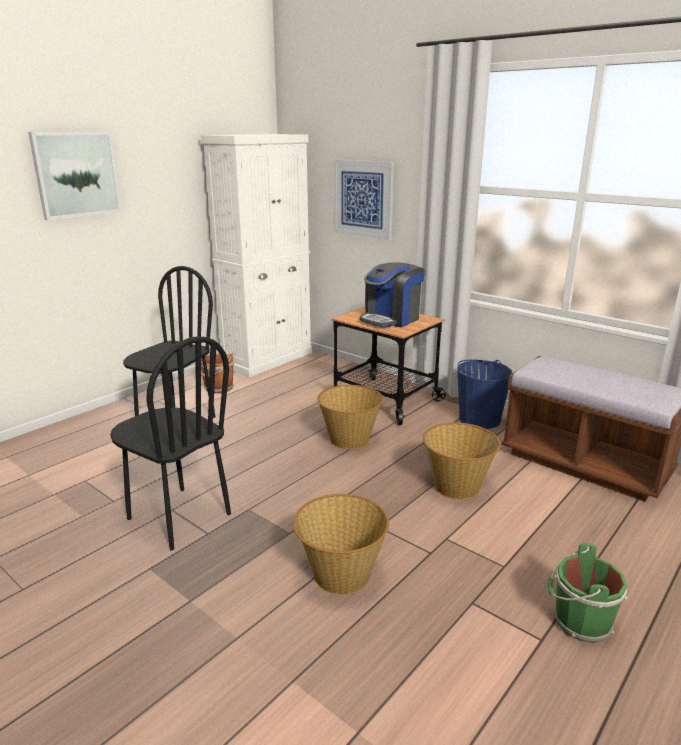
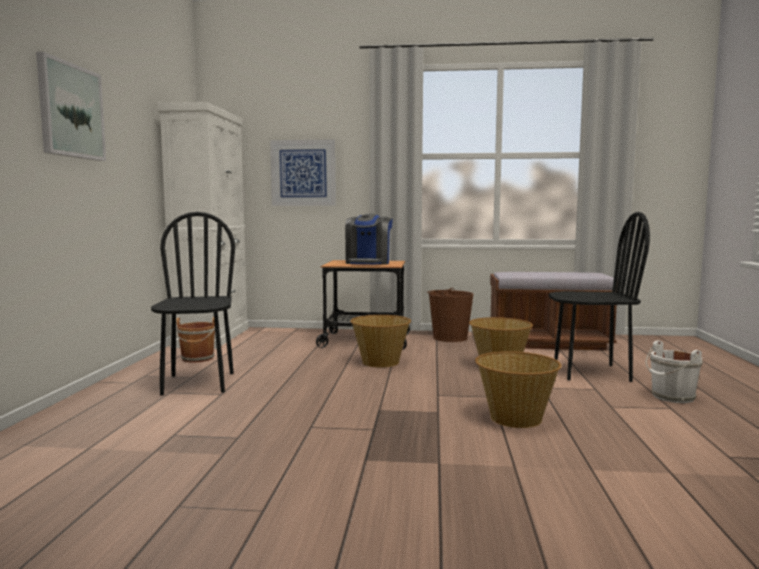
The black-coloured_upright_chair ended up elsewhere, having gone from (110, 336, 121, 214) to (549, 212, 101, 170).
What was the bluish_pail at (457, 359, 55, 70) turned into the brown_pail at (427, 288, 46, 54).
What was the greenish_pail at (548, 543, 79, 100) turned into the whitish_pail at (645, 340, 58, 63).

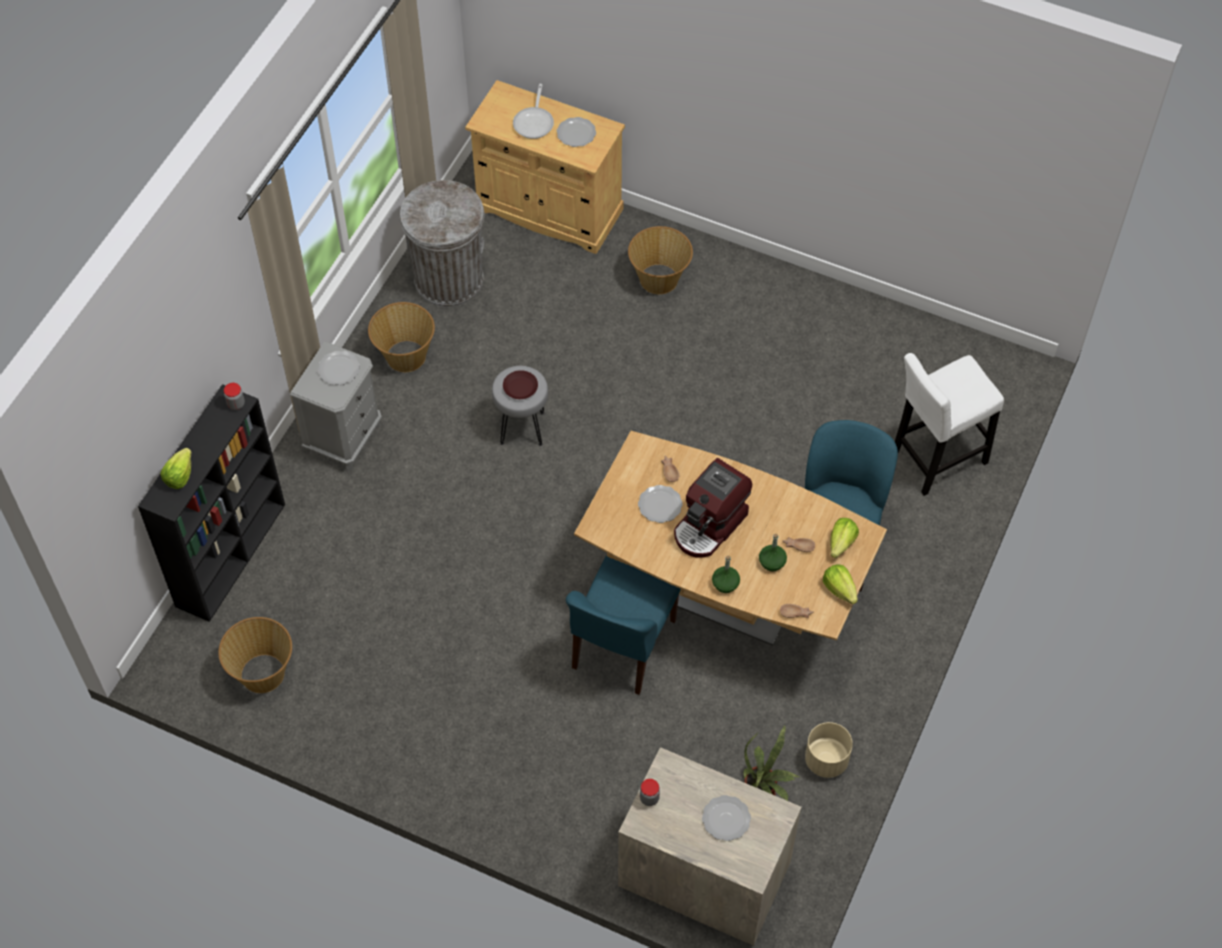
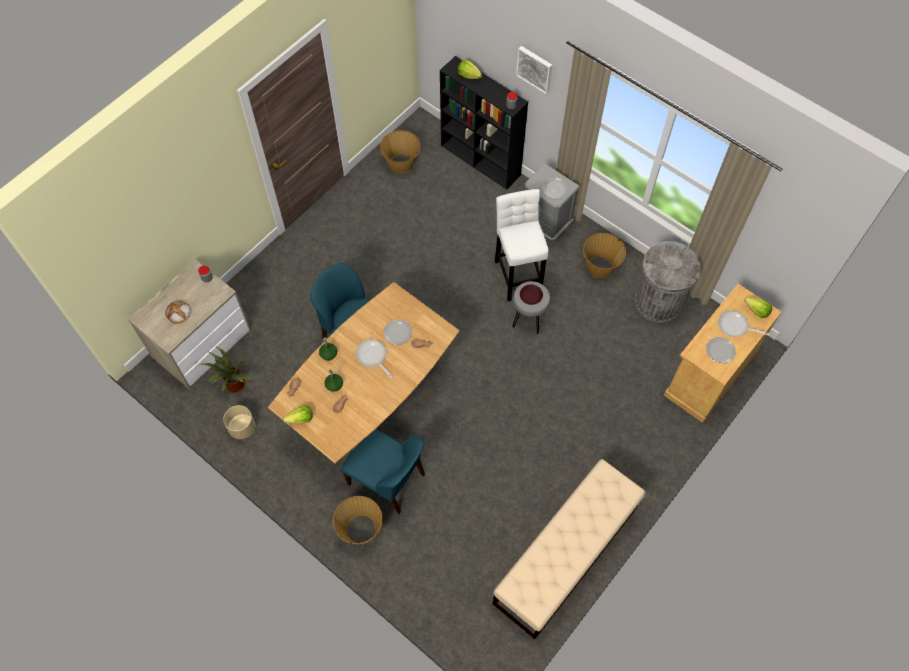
The second view gained the beige-coloured_long_seat at (493, 459, 153, 180).
The second view gained the picture at (516, 46, 36, 48).
The household_basket ended up elsewhere, having gone from (628, 226, 65, 68) to (333, 496, 50, 48).
The lettuce ended up elsewhere, having gone from (830, 518, 29, 40) to (744, 297, 28, 21).
The whitish_sitting_stool ended up elsewhere, having gone from (895, 353, 109, 143) to (495, 189, 54, 112).
Where the coffee_brewer stood at (674, 458, 78, 100), the skillet came to stand at (356, 339, 37, 39).
Where the flat_dish stood at (702, 795, 49, 46), the baked_bread came to stand at (165, 301, 26, 23).

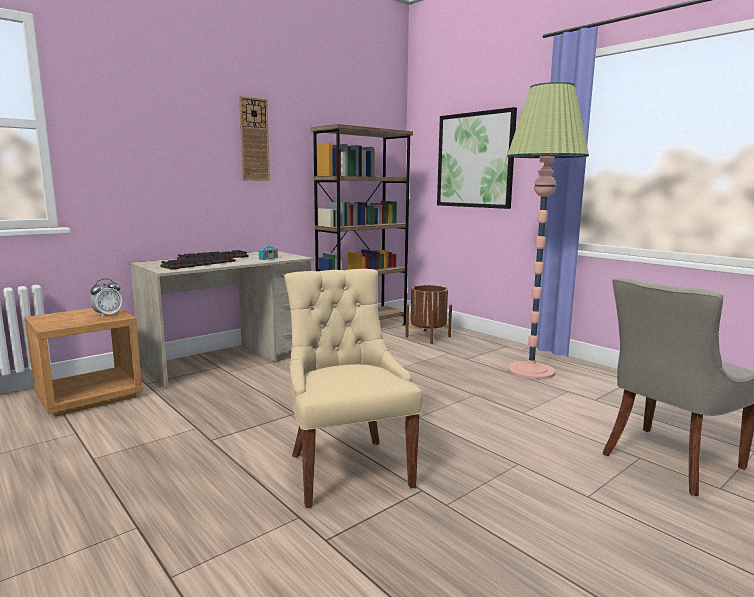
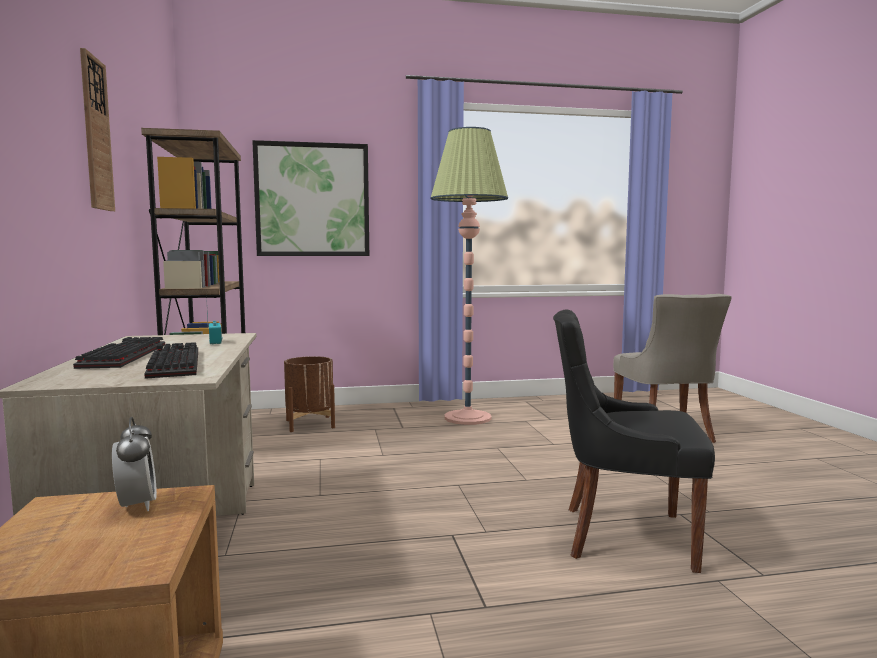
What was the beige-coloured_upright_chair at (284, 269, 138, 239) turned into the black-coloured_upright_chair at (553, 309, 162, 264).

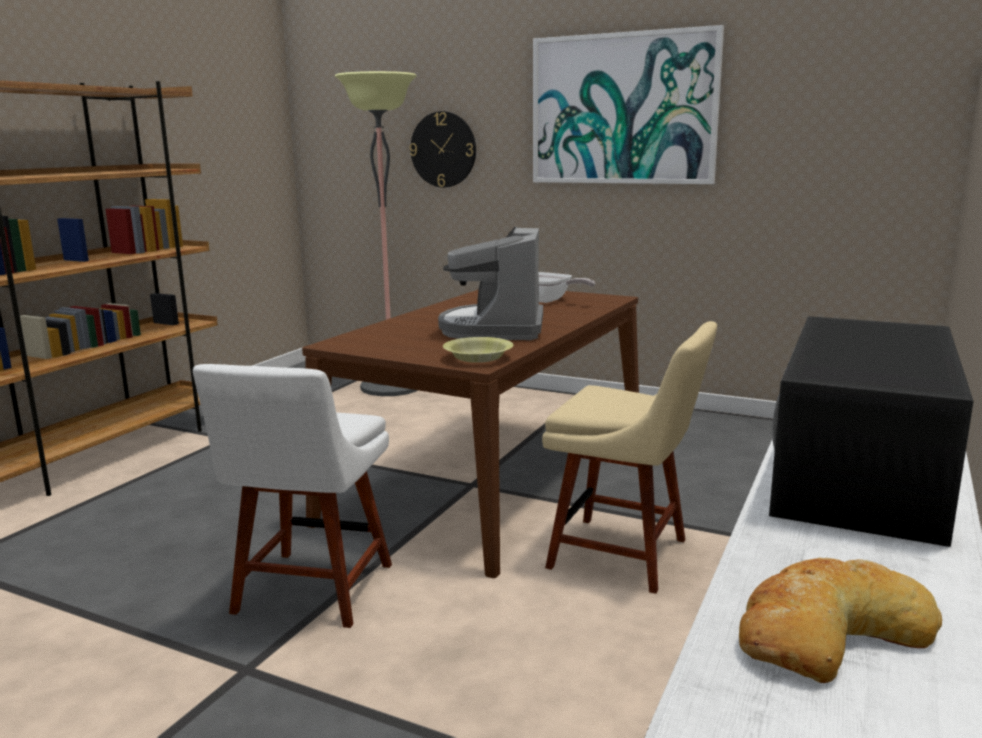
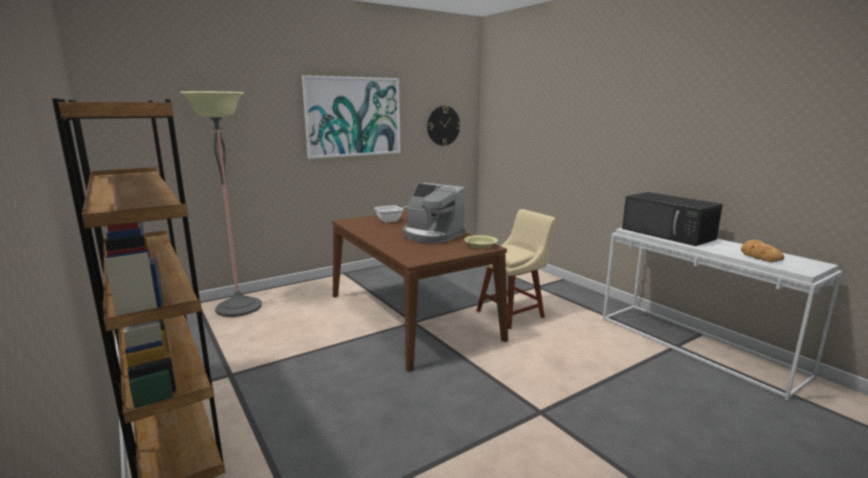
The second view lost the whitish_upright_chair at (193, 364, 199, 264).
The clock_on_the_wall ended up elsewhere, having gone from (410, 111, 66, 76) to (427, 106, 34, 40).

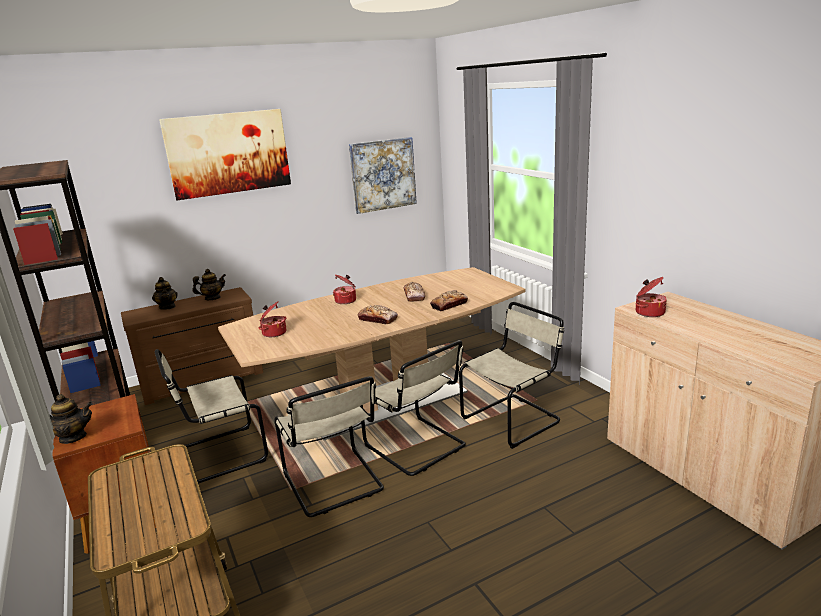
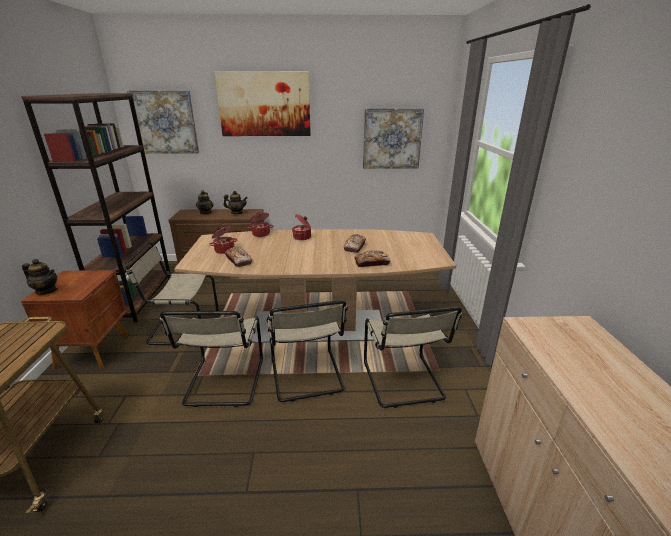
The second view gained the picture at (127, 90, 72, 64).
The baked_bread ended up elsewhere, having gone from (357, 305, 41, 19) to (225, 247, 27, 20).
The stockpot ended up elsewhere, having gone from (636, 277, 31, 40) to (248, 212, 25, 25).
The beige-coloured_upright_chair at (459, 302, 105, 147) ended up facing another way, 90 degrees clockwise from before.

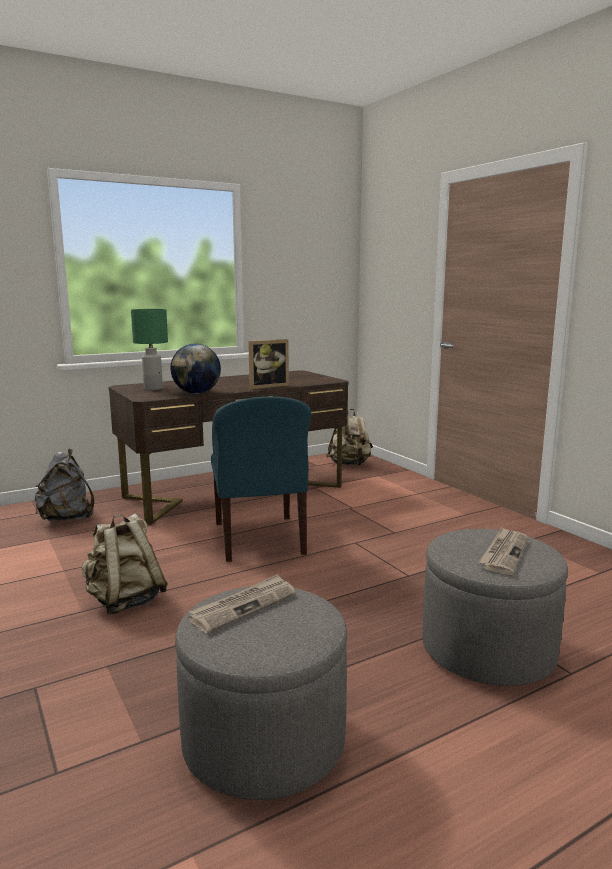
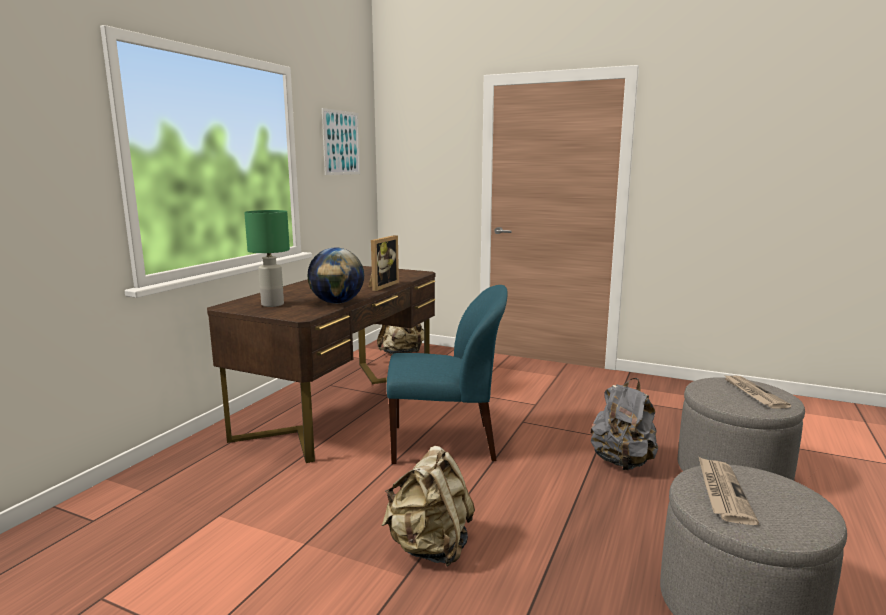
The second view gained the picture at (322, 108, 38, 67).
The greyish_rucksack ended up elsewhere, having gone from (35, 449, 59, 72) to (590, 378, 68, 92).
The bluish_upright_chair at (211, 396, 100, 166) ended up facing another way, 45 degrees counterclockwise from before.

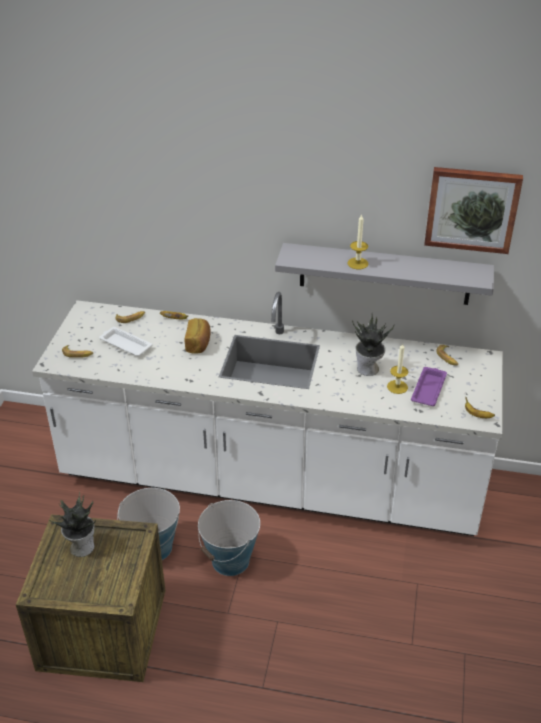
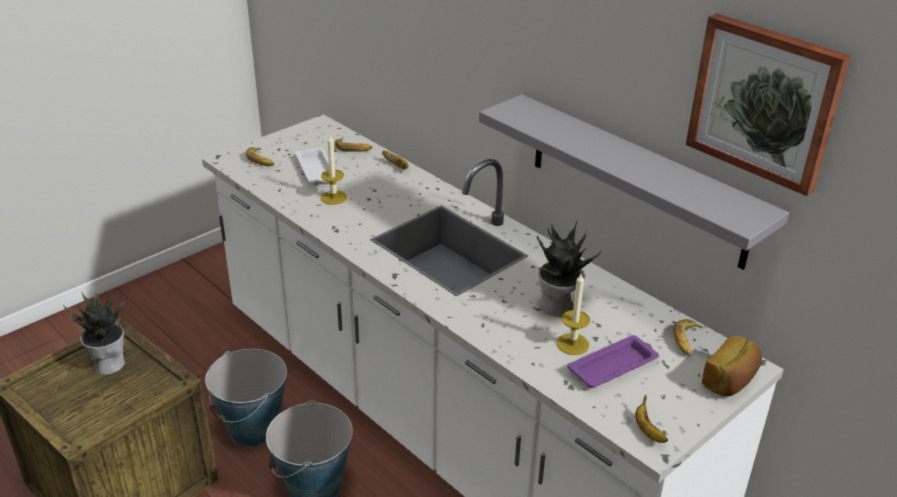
The baked_bread ended up elsewhere, having gone from (184, 318, 27, 36) to (702, 336, 60, 61).
The wax_light ended up elsewhere, having gone from (347, 214, 22, 55) to (321, 135, 26, 70).

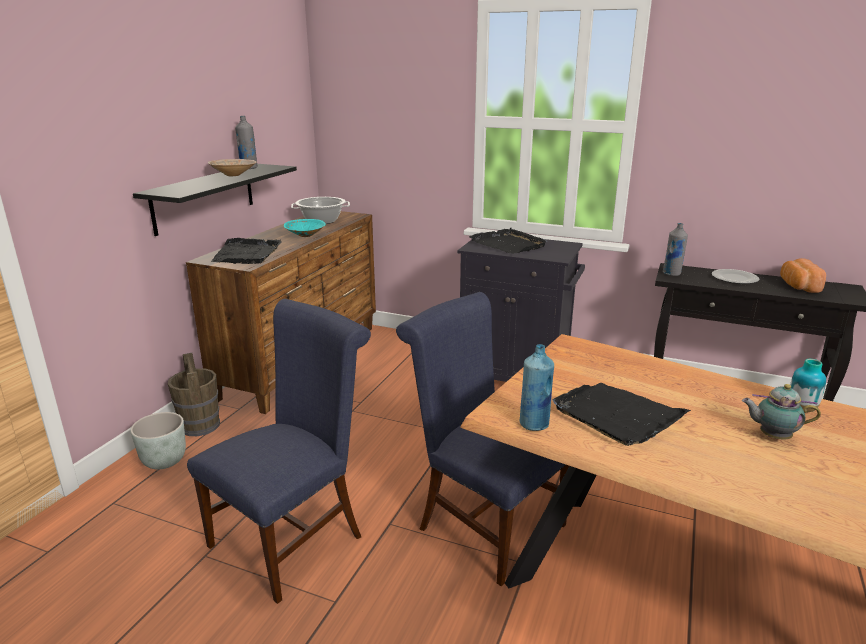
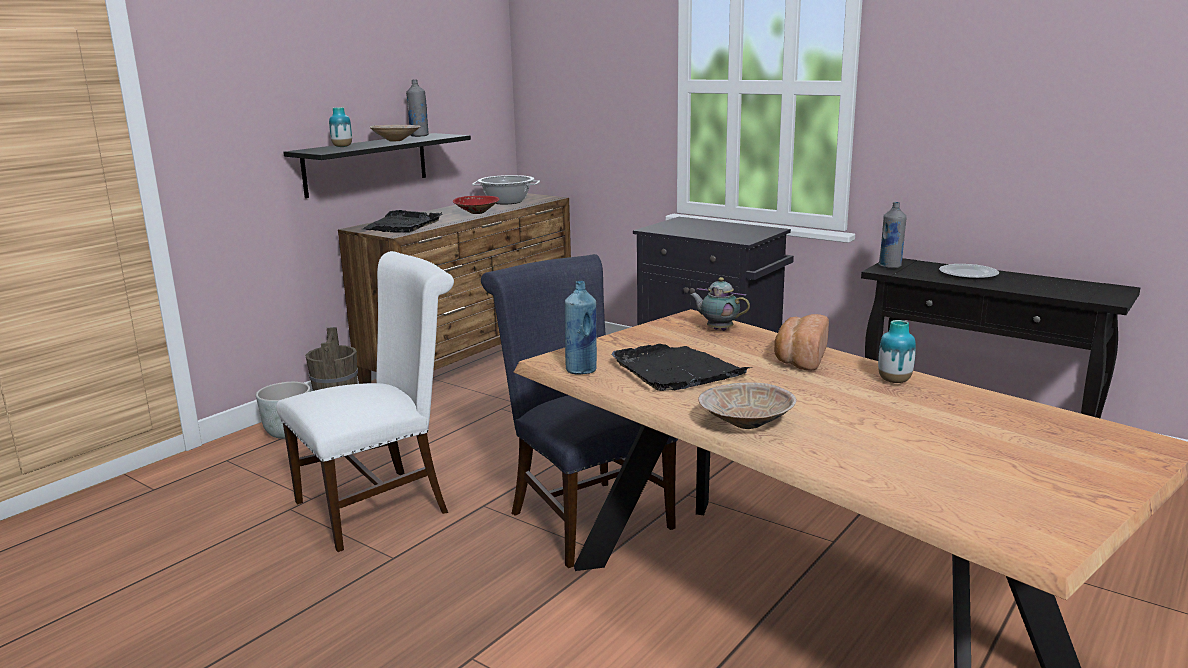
The second view lost the black-coloured_serving_tray at (469, 228, 78, 26).
The second view gained the flower_vase at (329, 107, 23, 40).
The second view gained the beige-coloured_serving_bowl at (698, 382, 99, 47).
The teapot ended up elsewhere, having gone from (742, 384, 79, 56) to (690, 277, 60, 54).
The baked_bread ended up elsewhere, having gone from (780, 258, 46, 35) to (774, 314, 55, 57).
What was the bluish_upright_chair at (187, 299, 184, 305) turned into the whitish_upright_chair at (276, 251, 178, 301).
What was the blue-green_serving_bowl at (284, 219, 42, 18) turned into the red_serving_bowl at (453, 196, 47, 18).

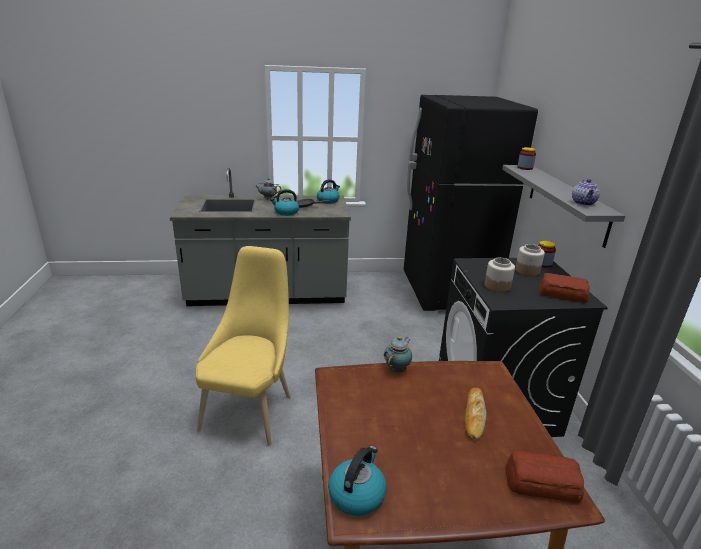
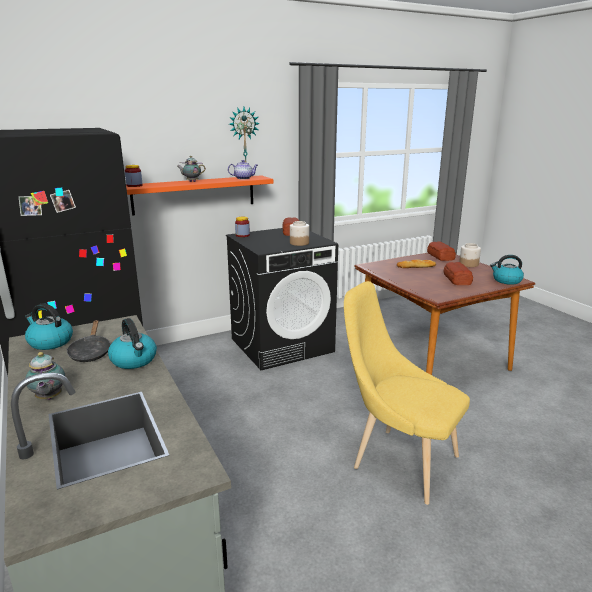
The second view gained the clock_on_the_wall at (229, 107, 31, 56).
The second view gained the baked_bread at (444, 262, 29, 23).
The teapot ended up elsewhere, having gone from (384, 336, 28, 36) to (177, 156, 29, 26).
The storage_jar ended up elsewhere, having gone from (515, 244, 30, 32) to (459, 243, 22, 24).
What was the greyish_shelf at (502, 165, 123, 83) turned into the orange-coloured_shelf at (126, 175, 147, 41).
The yellowish_upright_chair at (196, 246, 94, 200) ended up facing another way, 45 degrees clockwise from before.

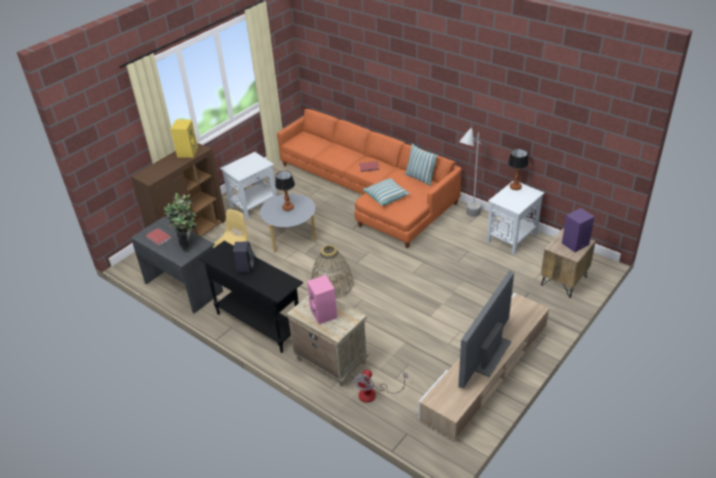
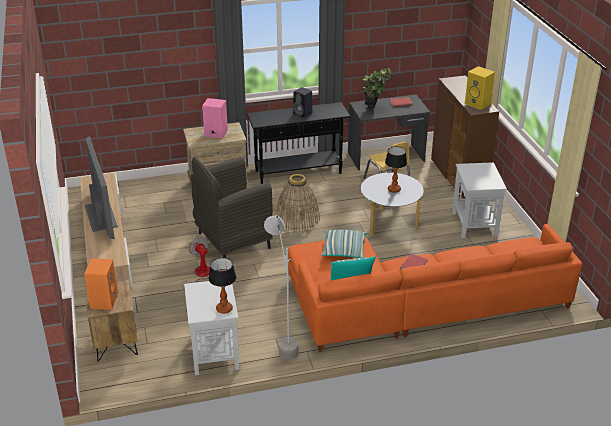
The second view gained the greyish_armchair at (191, 157, 82, 101).
The fan ended up elsewhere, having gone from (353, 369, 55, 34) to (183, 237, 27, 50).
What was the purplish_loudspeaker at (562, 208, 33, 44) turned into the orange-coloured_loudspeaker at (84, 259, 34, 51).

